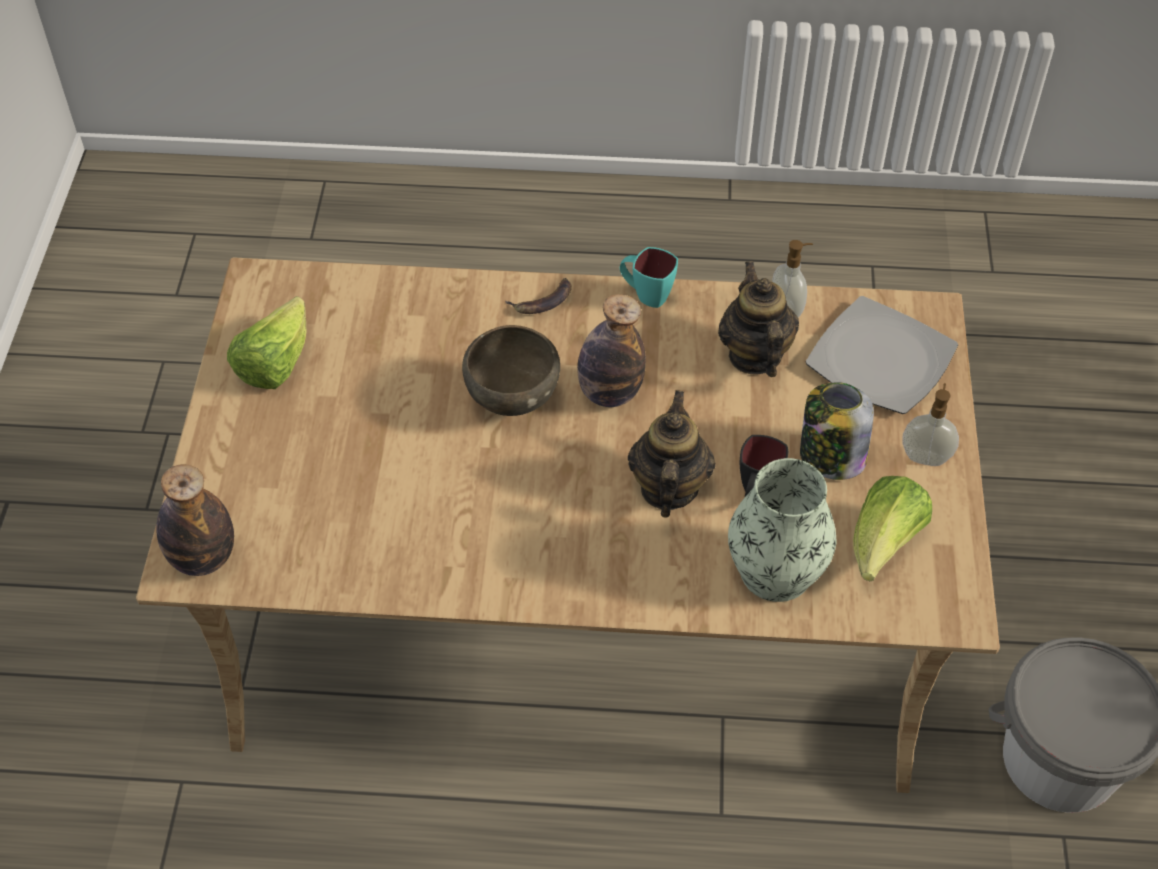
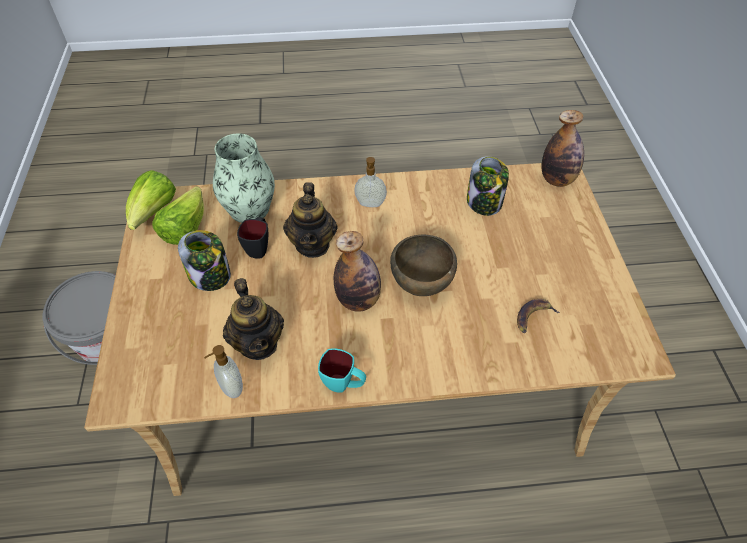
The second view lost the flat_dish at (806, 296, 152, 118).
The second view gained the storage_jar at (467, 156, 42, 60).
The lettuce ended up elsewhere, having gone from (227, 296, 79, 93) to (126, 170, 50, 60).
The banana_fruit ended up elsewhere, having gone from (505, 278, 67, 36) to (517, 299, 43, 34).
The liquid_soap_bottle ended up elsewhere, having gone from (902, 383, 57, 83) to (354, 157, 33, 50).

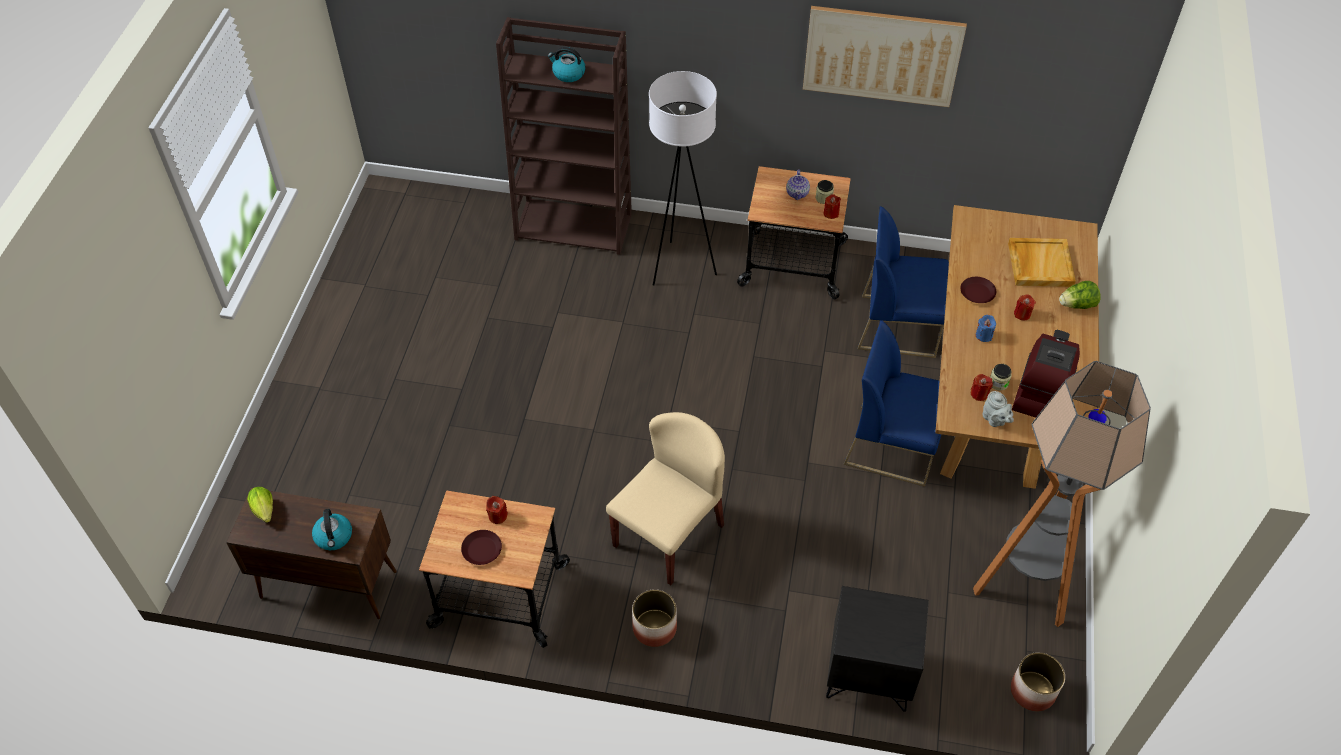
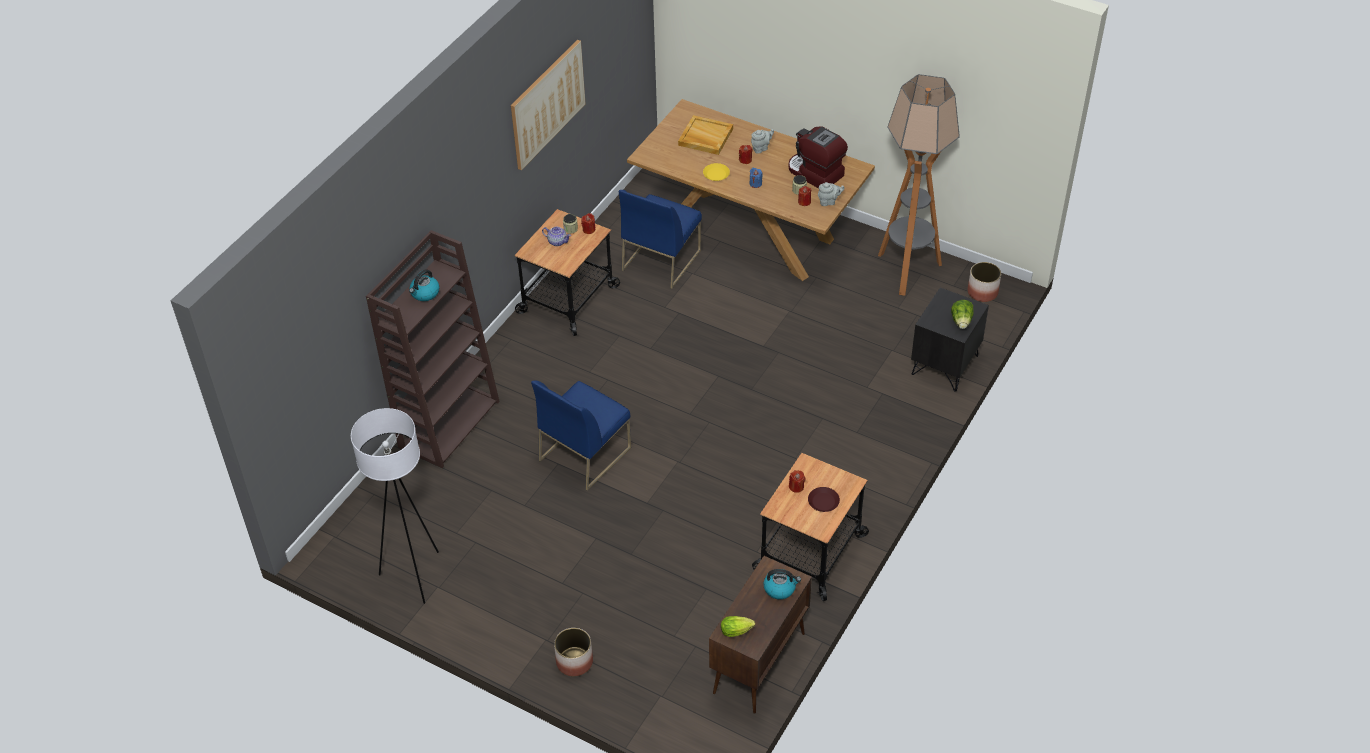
The second view lost the beige-coloured_upright_chair at (606, 412, 119, 173).
The second view gained the greyish_teapot at (751, 129, 23, 25).
The plant_pot ended up elsewhere, having gone from (632, 589, 45, 58) to (554, 628, 39, 48).
The whitish_standing_lamp ended up elsewhere, having gone from (649, 71, 68, 215) to (351, 408, 88, 196).
The bluish_upright_chair ended up elsewhere, having gone from (844, 320, 97, 167) to (531, 381, 100, 110).
The lettuce ended up elsewhere, having gone from (1059, 281, 42, 28) to (951, 300, 23, 29).
What was the brown_flat_dish at (960, 277, 36, 26) turned into the yellowish_flat_dish at (703, 163, 27, 18).

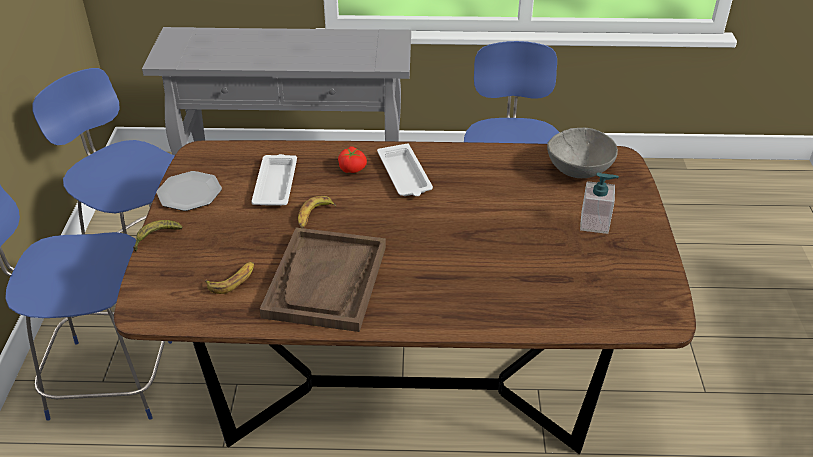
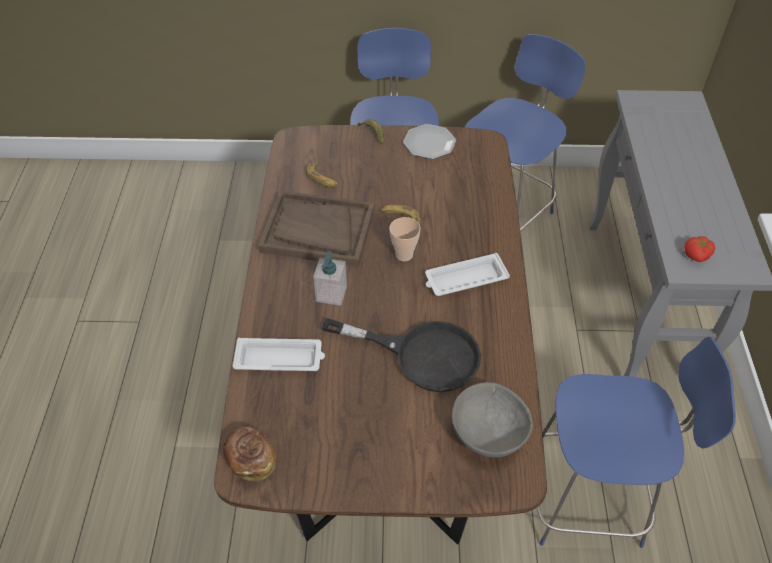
The second view gained the baked_bread at (223, 427, 53, 54).
The second view gained the black-coloured_skillet at (322, 318, 159, 74).
The second view gained the cup at (389, 217, 32, 44).
The whitish_serving_tray ended up elsewhere, having gone from (251, 154, 46, 52) to (232, 338, 93, 33).
The fresh_tomato ended up elsewhere, having gone from (338, 147, 29, 26) to (684, 236, 31, 26).
The liquid_soap_bottle ended up elsewhere, having gone from (580, 173, 39, 61) to (313, 251, 34, 55).

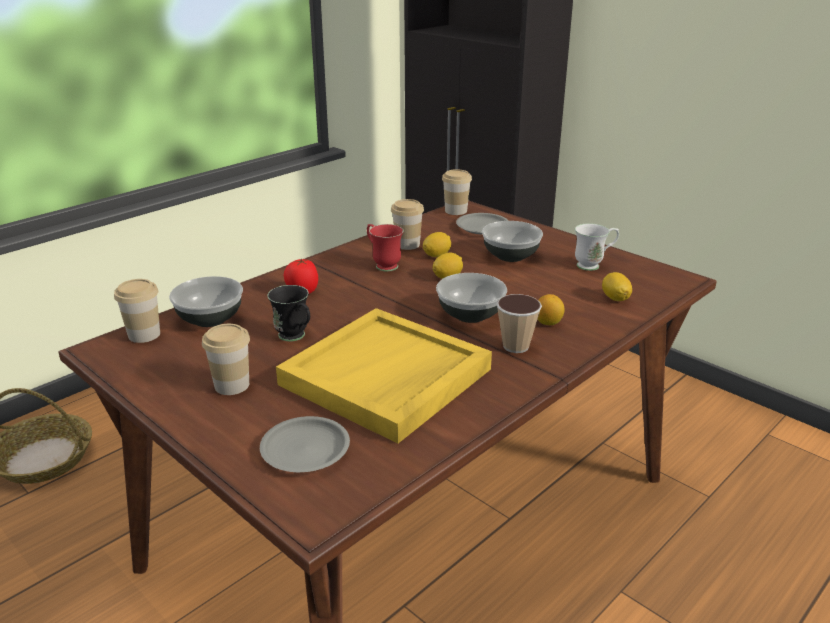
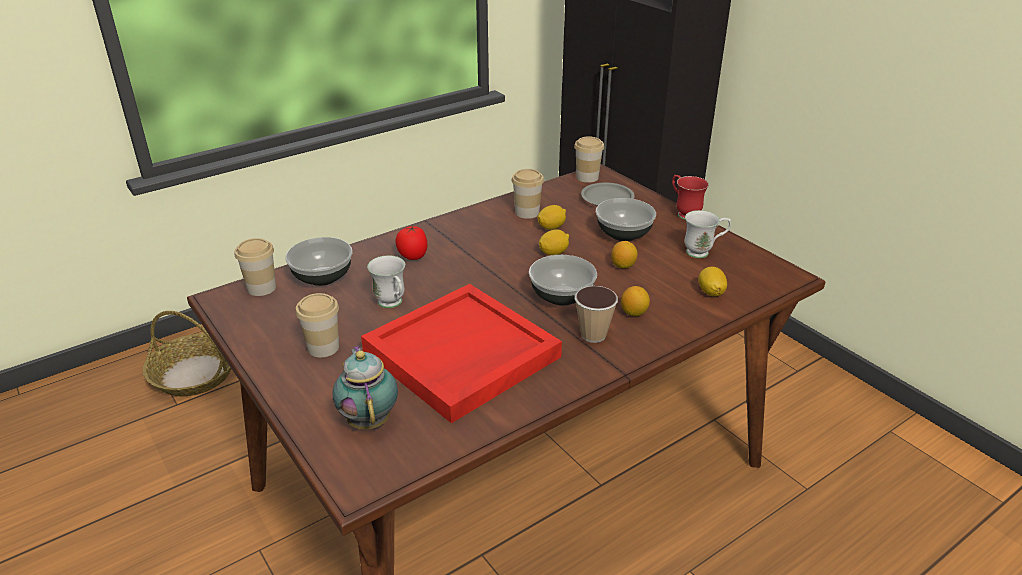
The second view gained the citrus_fruit at (611, 241, 27, 27).
The red_tea_mug ended up elsewhere, having gone from (367, 224, 37, 47) to (672, 175, 37, 45).
Where the greyish_flat_dish stood at (260, 416, 90, 56), the teapot came to stand at (333, 345, 65, 85).
What was the black-coloured_tea_mug at (267, 285, 43, 56) turned into the whitish_tea_mug at (367, 255, 38, 53).
What was the yellowish_serving_tray at (276, 308, 216, 135) turned into the red_serving_tray at (361, 284, 201, 139).

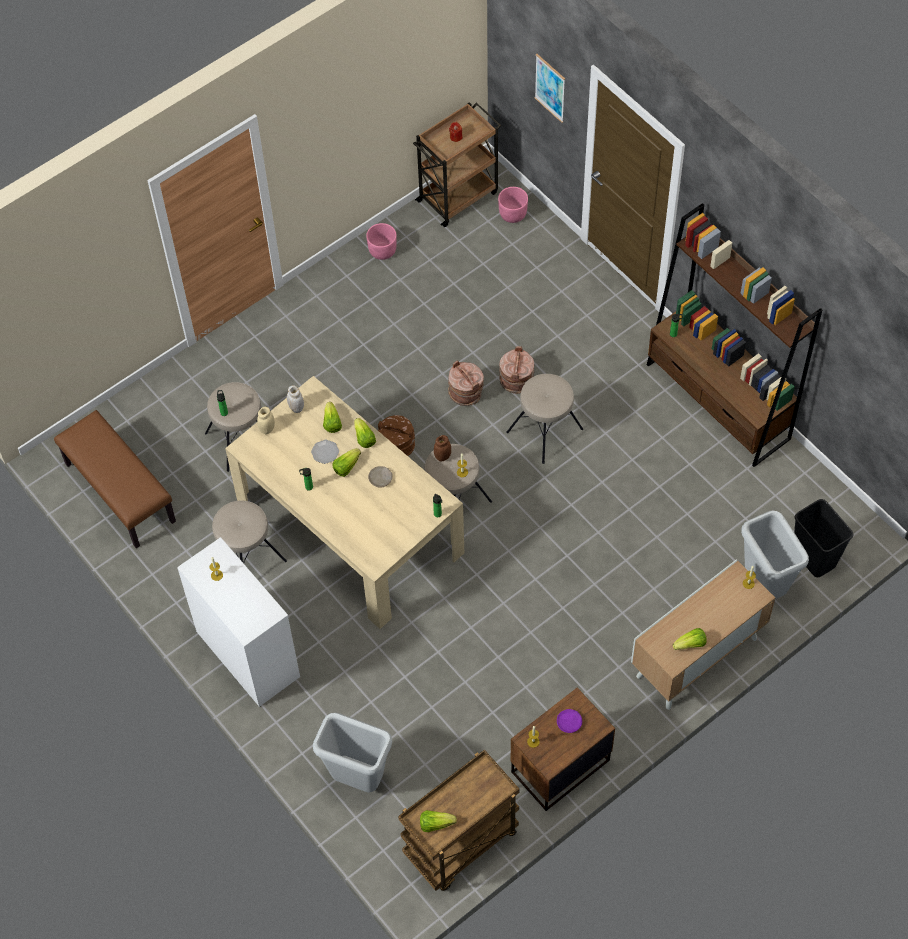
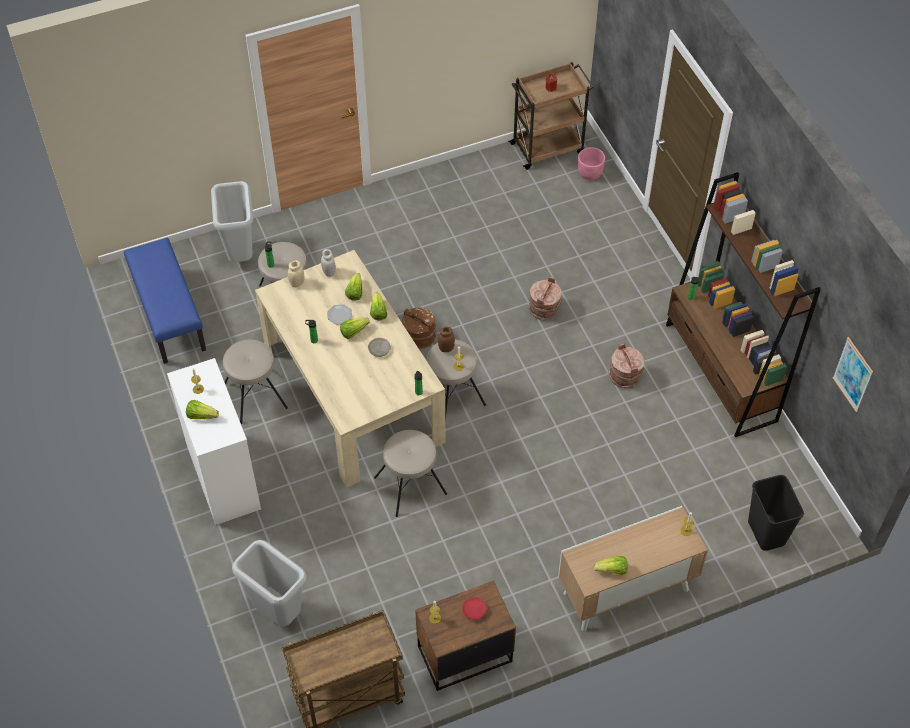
The second view lost the pink_plant_pot at (366, 223, 31, 37).
The lettuce ended up elsewhere, having gone from (420, 810, 37, 22) to (186, 400, 33, 19).
The brown_pail ended up elsewhere, having gone from (448, 361, 36, 45) to (609, 343, 36, 45).
The beige-coloured_sitting_stool ended up elsewhere, having gone from (506, 374, 77, 90) to (374, 430, 73, 87).
The picture ended up elsewhere, having gone from (535, 54, 30, 69) to (833, 337, 40, 75).
The greyish_waste_bin ended up elsewhere, having gone from (741, 511, 68, 88) to (211, 181, 42, 81).
What was the brown_long_seat at (54, 410, 122, 138) turned into the bluish_long_seat at (124, 238, 82, 126).
What was the purplish_flat_dish at (557, 709, 25, 24) turned into the red_flat_dish at (462, 597, 25, 23).

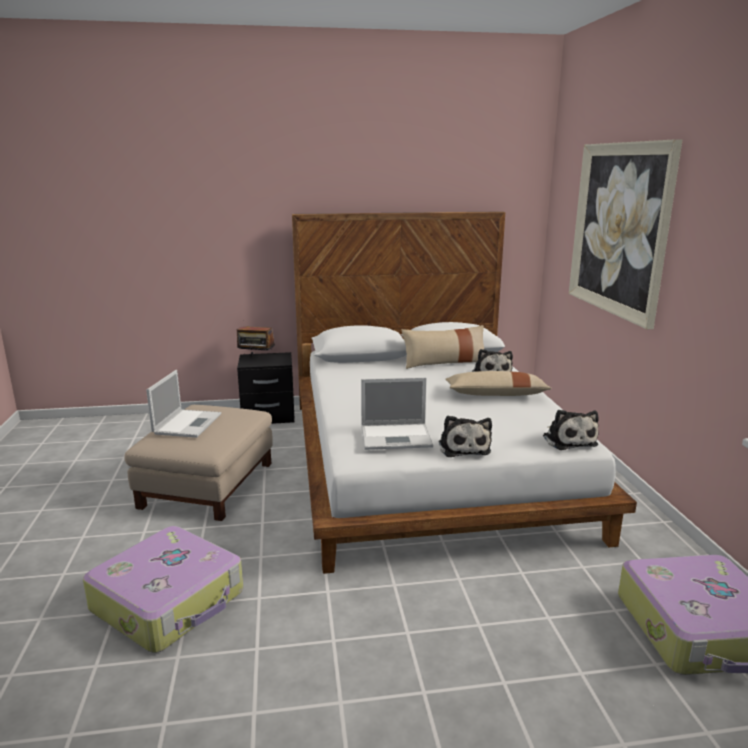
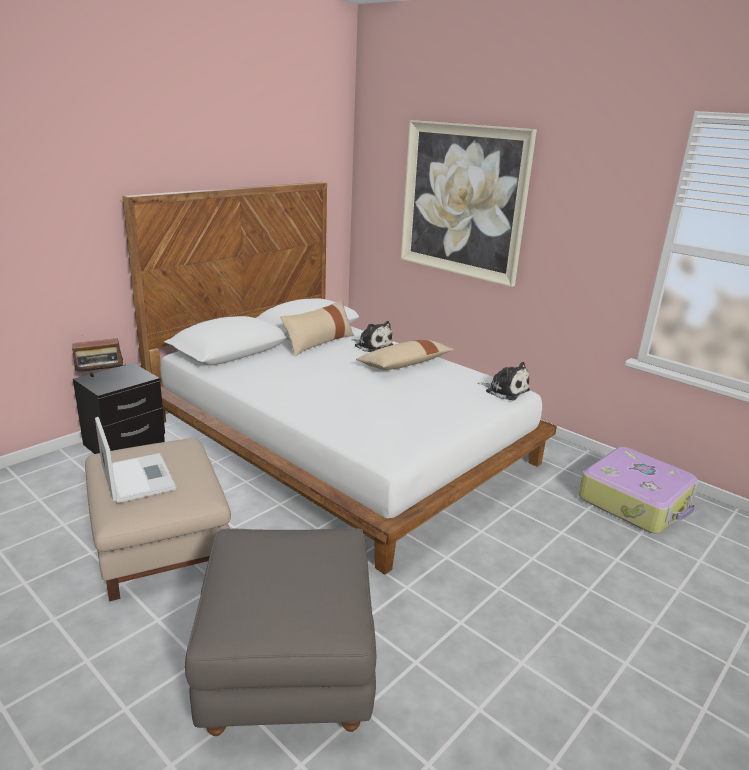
The second view lost the portable_computer at (361, 377, 72, 73).
The second view lost the cuddly_toy at (439, 416, 53, 41).
Where the piece_of_luggage stood at (83, 526, 160, 127), the greyish_footrest came to stand at (185, 528, 192, 208).

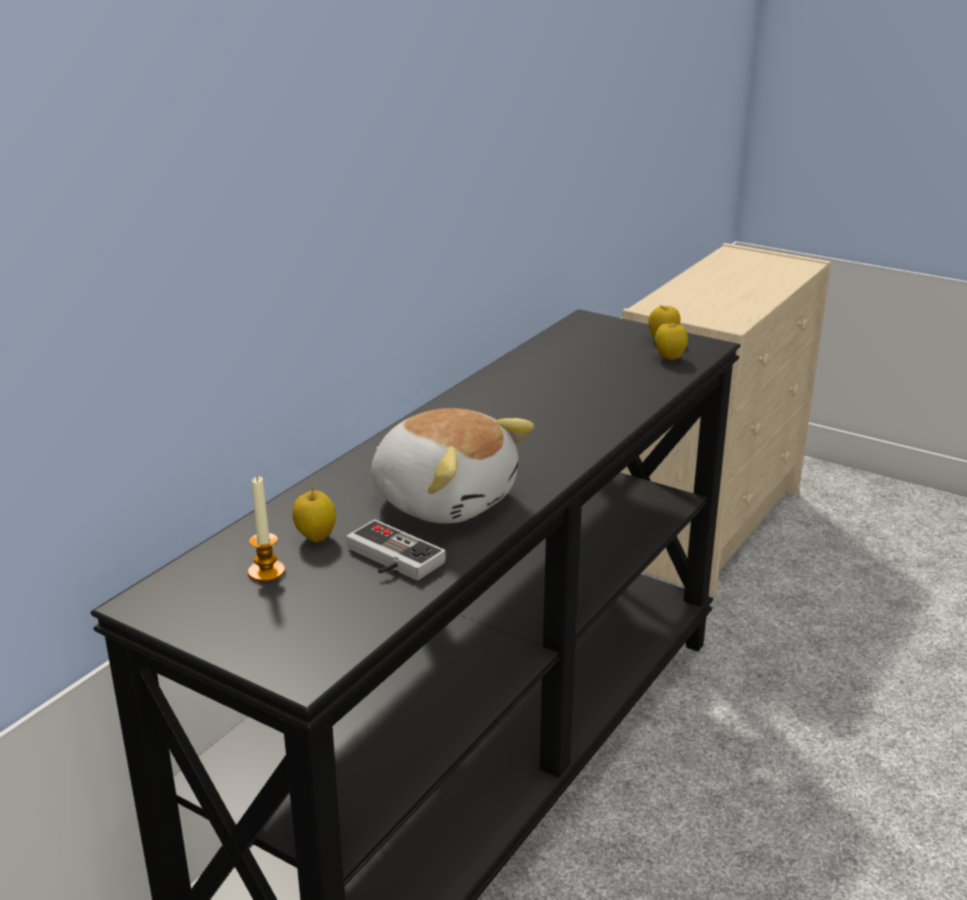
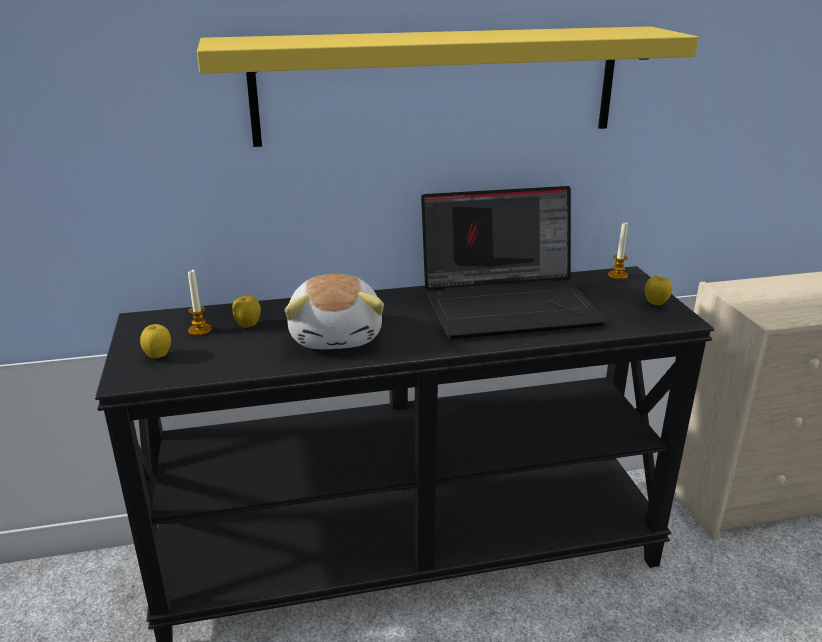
The second view lost the game_controller at (346, 519, 100, 61).
The second view gained the yellowish_shelf at (197, 26, 502, 121).
The second view gained the portable_computer at (421, 186, 185, 153).
The second view gained the wax_light at (608, 222, 20, 58).
The apple ended up elsewhere, having gone from (655, 322, 33, 38) to (140, 324, 31, 35).

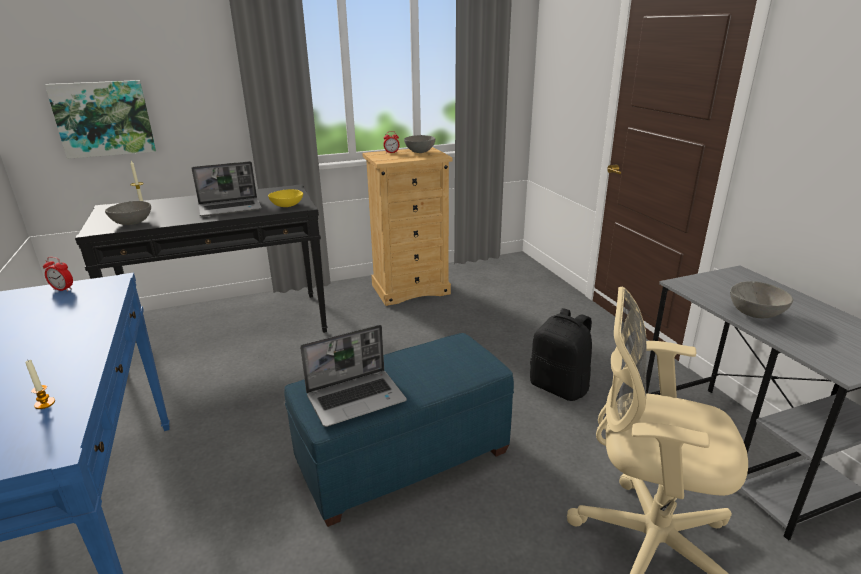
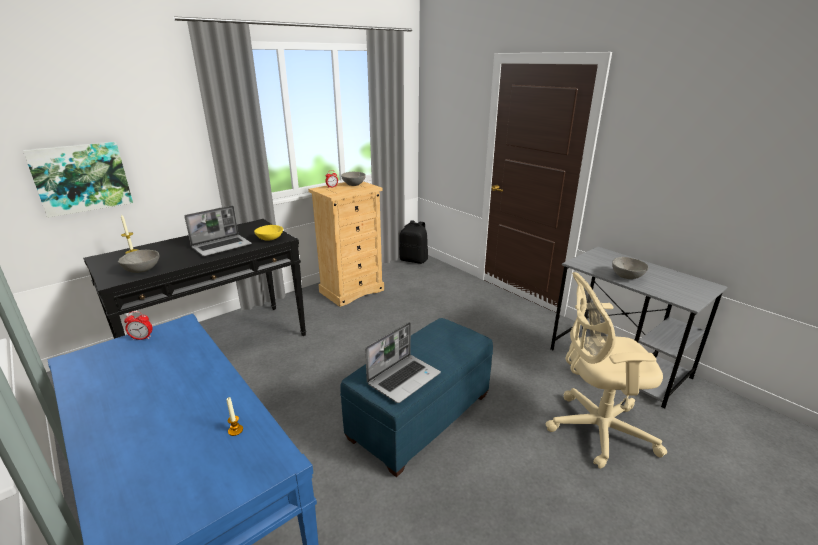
The black-coloured_rucksack ended up elsewhere, having gone from (530, 308, 62, 93) to (399, 220, 29, 44).

